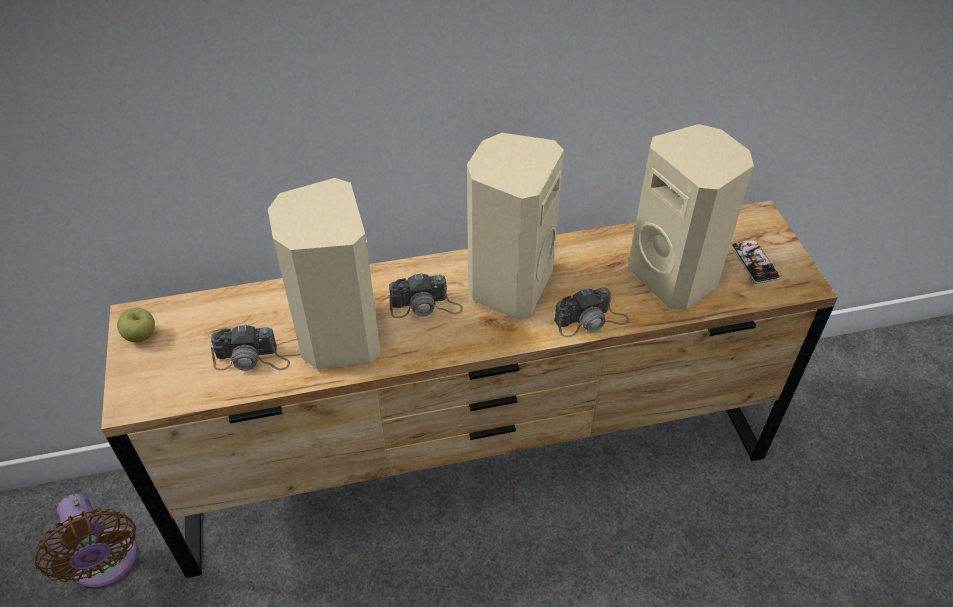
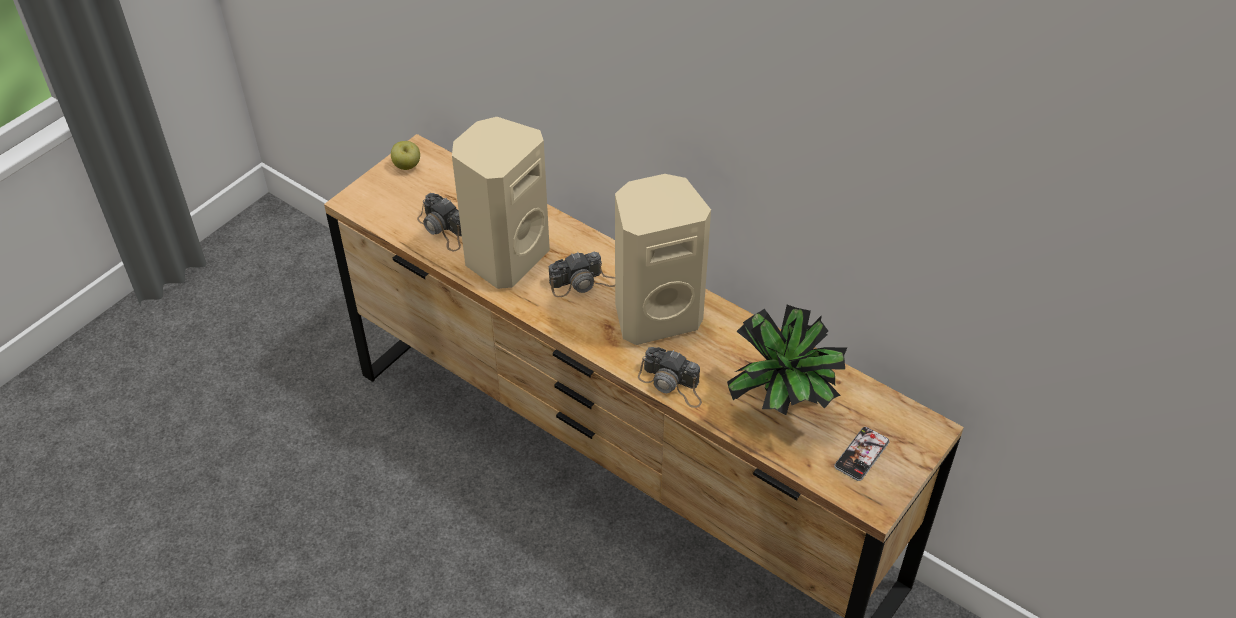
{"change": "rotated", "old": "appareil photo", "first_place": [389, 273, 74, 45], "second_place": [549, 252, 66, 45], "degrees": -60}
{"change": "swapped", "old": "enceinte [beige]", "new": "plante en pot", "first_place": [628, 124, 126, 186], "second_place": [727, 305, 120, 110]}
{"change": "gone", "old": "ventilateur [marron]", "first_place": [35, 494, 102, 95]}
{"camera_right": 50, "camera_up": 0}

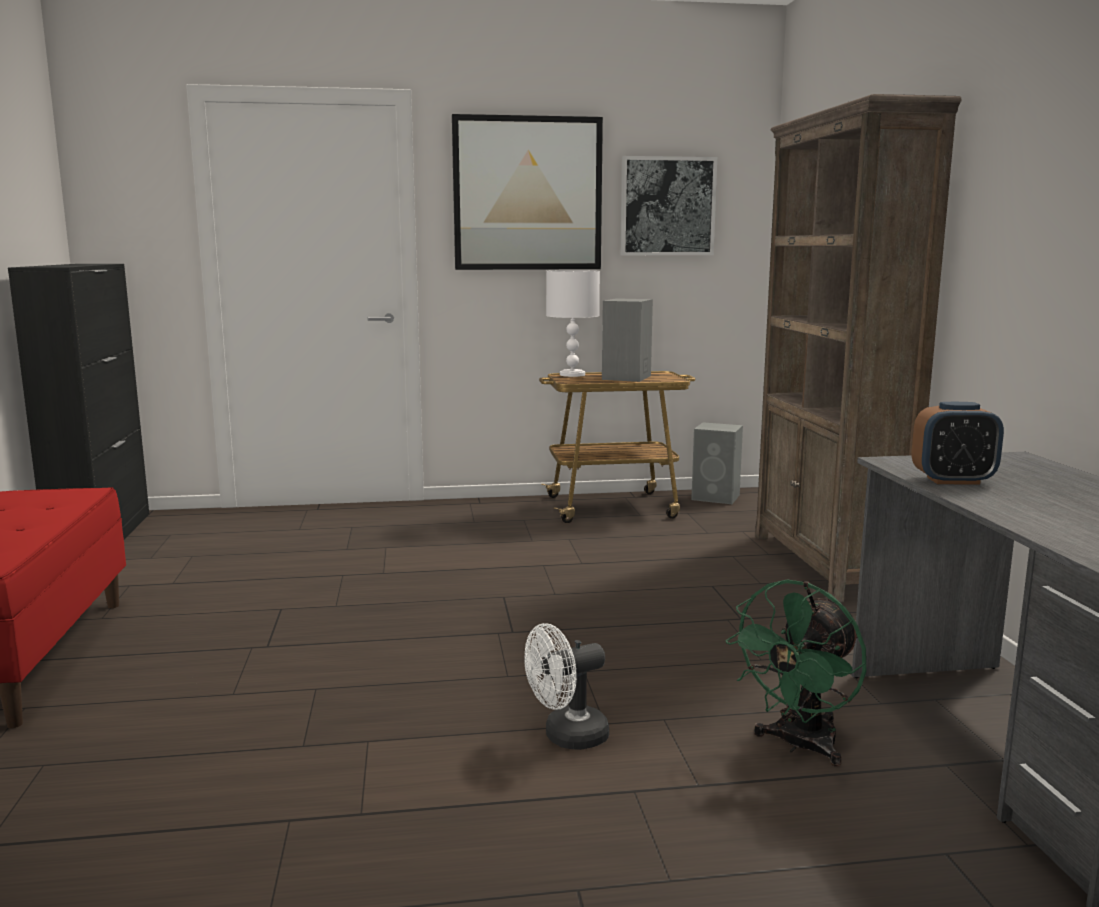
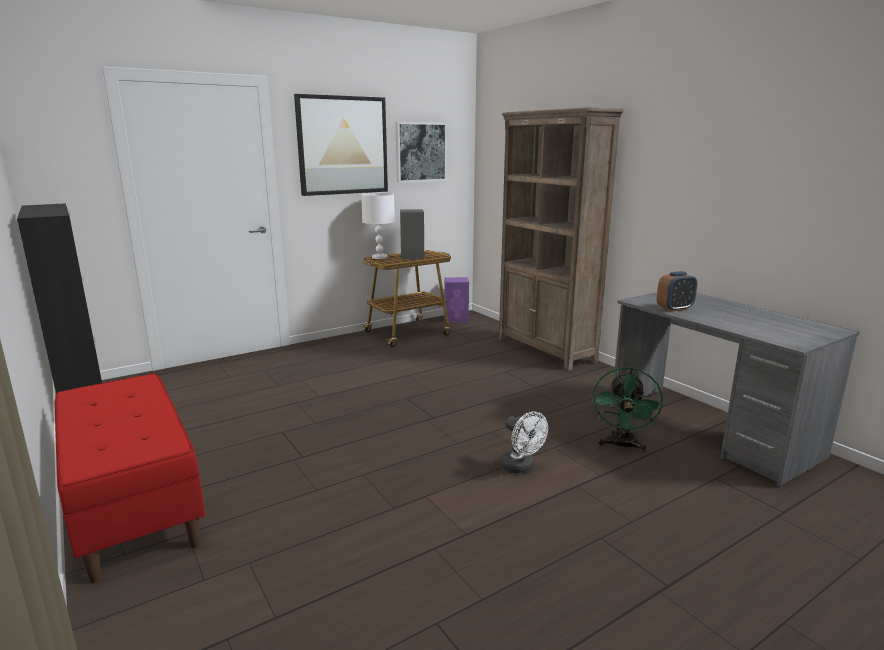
{"change": "repainted", "old": "enceinte [gris]", "new": "enceinte [violet]", "first_place": [691, 422, 52, 82], "second_place": [444, 277, 25, 46]}
{"change": "rotated", "old": "ventilateur [blanc]", "first_place": [524, 623, 85, 127], "second_place": [500, 411, 48, 63], "degrees": -75}
{"camera_right": -25, "camera_up": 5}

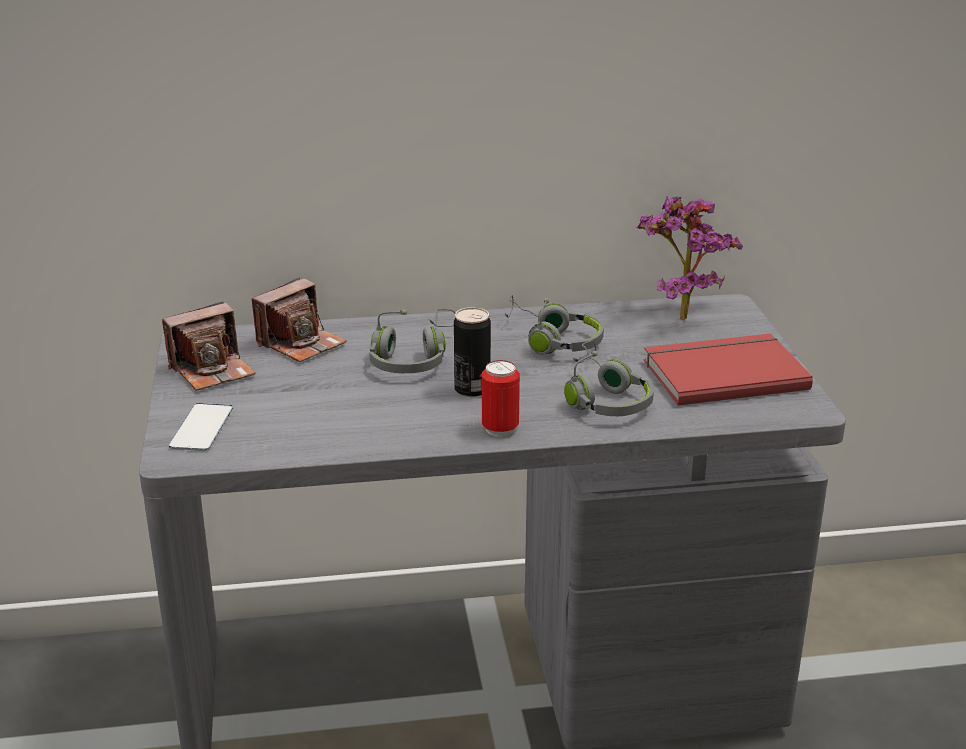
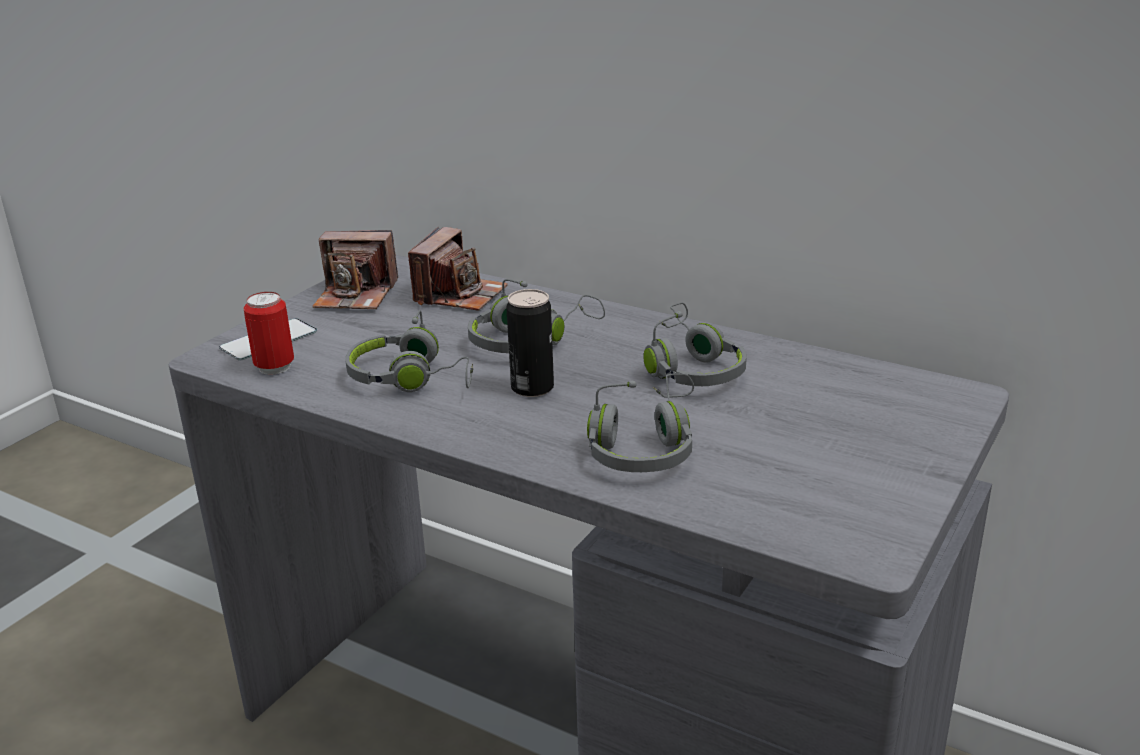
{"change": "shifted", "old": "boîte métallique", "first_place": [482, 360, 38, 77], "second_place": [244, 292, 50, 83]}
{"change": "new", "new": "casque audio [gris]", "second_place": [345, 310, 128, 82]}
{"change": "rotated", "old": "appareil photo", "first_place": [252, 277, 94, 85], "second_place": [408, 227, 100, 84], "degrees": -60}
{"change": "gone", "old": "plante en pot", "first_place": [636, 196, 107, 124]}
{"change": "gone", "old": "livre [rouge]", "first_place": [644, 334, 169, 72]}
{"camera_right": 40, "camera_up": 0}

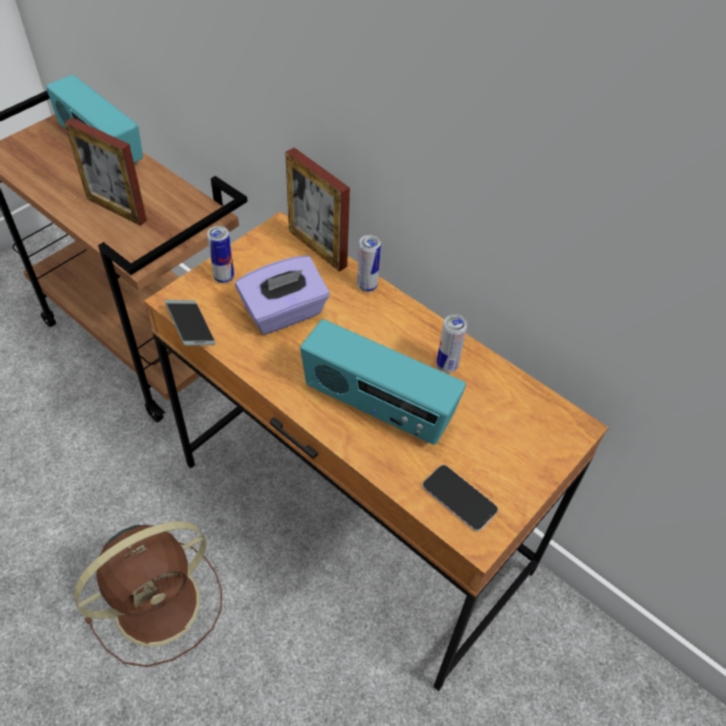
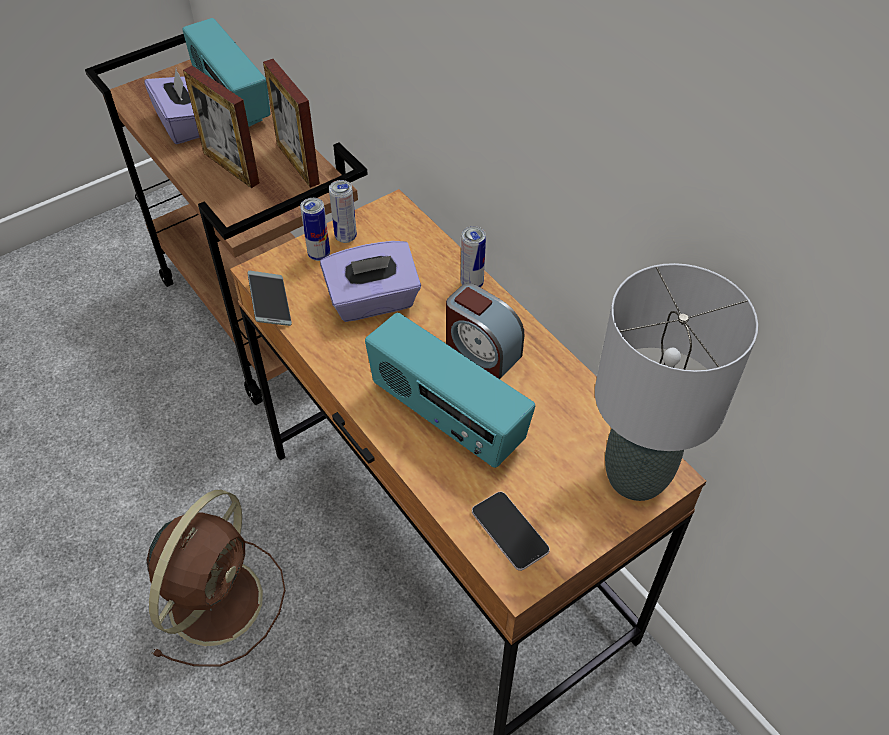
{"change": "new", "new": "boîte à mouchoirs [violet]", "second_place": [144, 69, 56, 75]}
{"change": "rotated", "old": "ventilateur [marron]", "first_place": [74, 521, 148, 146], "second_place": [146, 490, 139, 176], "degrees": -45}
{"change": "shifted", "old": "cadre photo", "first_place": [285, 148, 65, 124], "second_place": [263, 59, 57, 129]}
{"change": "shifted", "old": "boîte métallique", "first_place": [436, 314, 31, 59], "second_place": [329, 180, 28, 63]}
{"change": "new", "new": "réveil", "second_place": [446, 283, 78, 96]}
{"change": "new", "new": "lampe de table [gris]", "second_place": [595, 263, 163, 238]}
{"camera_right": 15, "camera_up": 0}

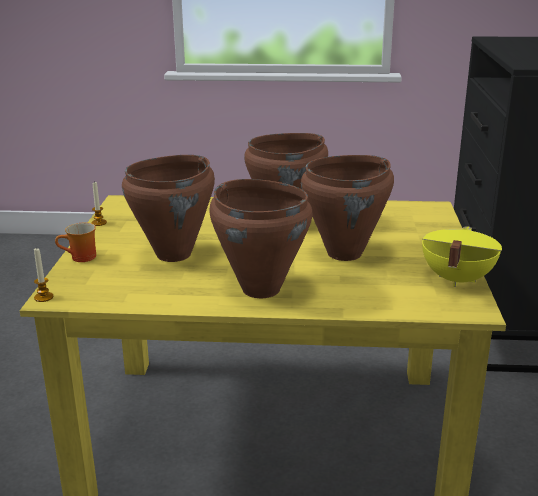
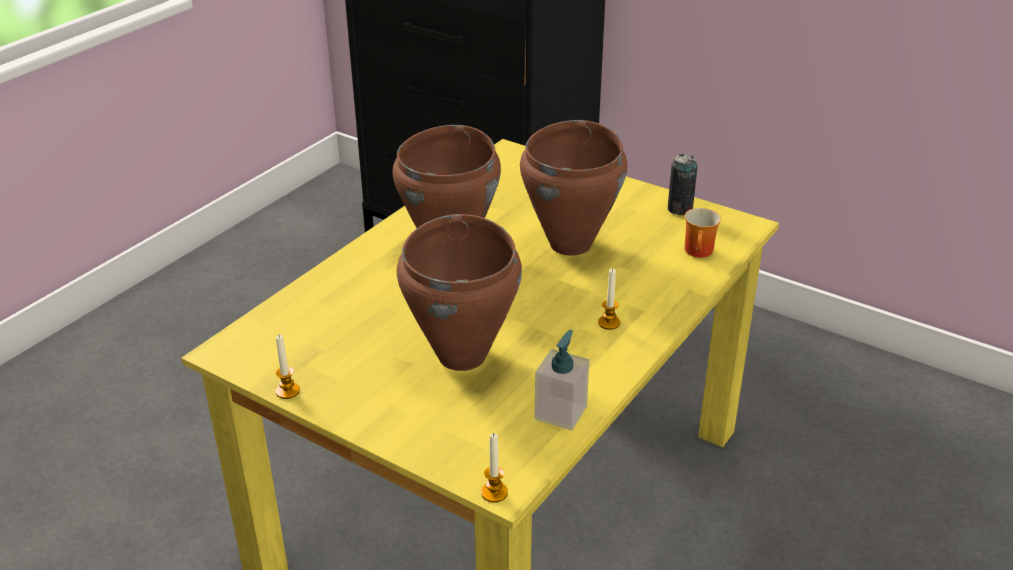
{"change": "new", "new": "distributeur de savon", "second_place": [535, 330, 54, 101]}
{"change": "swapped", "old": "marmite [marron]", "new": "bougie", "first_place": [209, 179, 104, 119], "second_place": [598, 268, 22, 62]}
{"change": "swapped", "old": "marmite [jaune]", "new": "boîte métallique", "first_place": [422, 226, 80, 61], "second_place": [668, 154, 30, 61]}
{"change": "shifted", "old": "mug", "first_place": [55, 223, 41, 39], "second_place": [684, 208, 37, 50]}
{"camera_right": -60, "camera_up": 10}

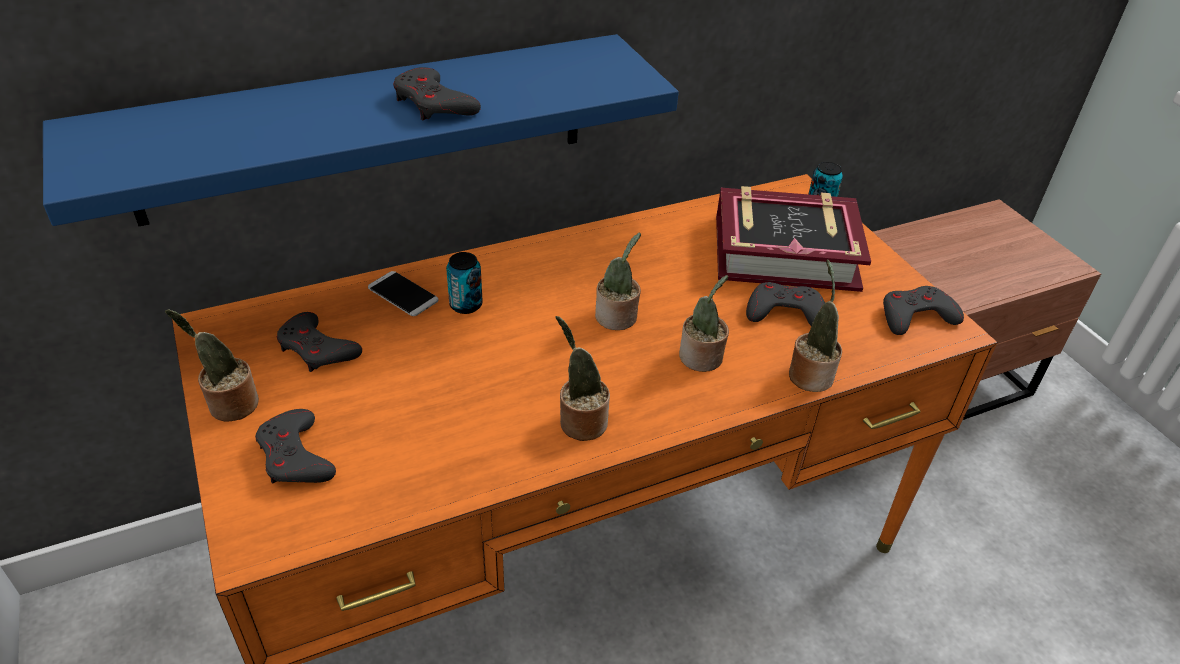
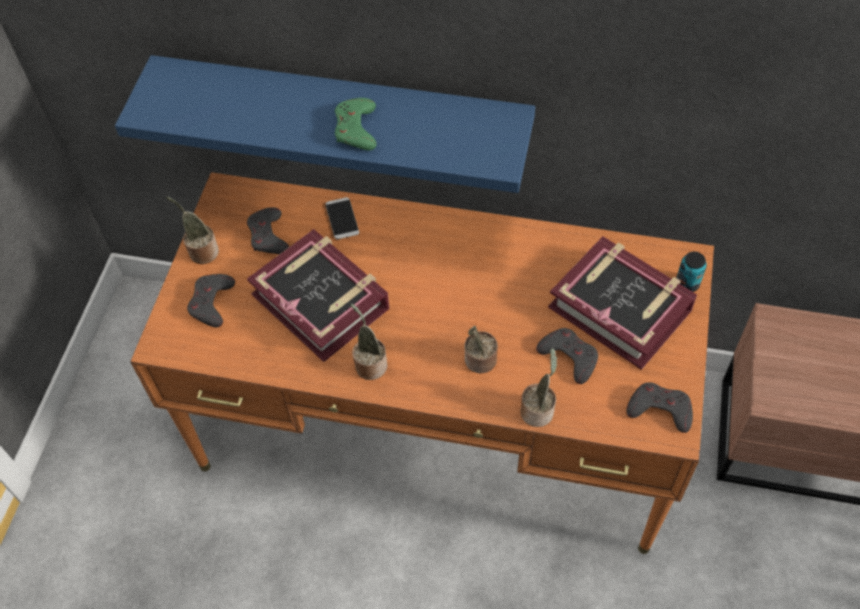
{"change": "new", "new": "livre", "second_place": [247, 229, 143, 133]}
{"change": "repainted", "old": "manette [gris]", "new": "manette [vert]", "first_place": [393, 67, 88, 53], "second_place": [335, 98, 42, 52]}
{"change": "gone", "old": "boîte métallique", "first_place": [446, 252, 37, 62]}
{"change": "gone", "old": "plante en pot", "first_place": [595, 232, 46, 98]}
{"camera_right": 40, "camera_up": 15}

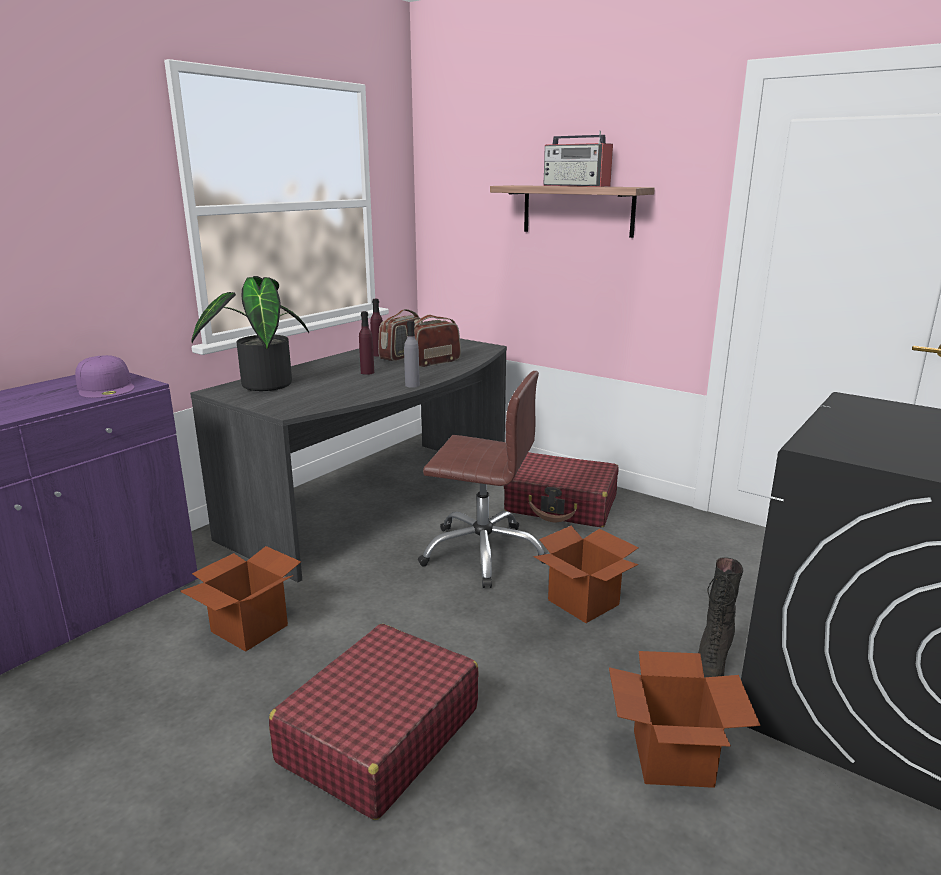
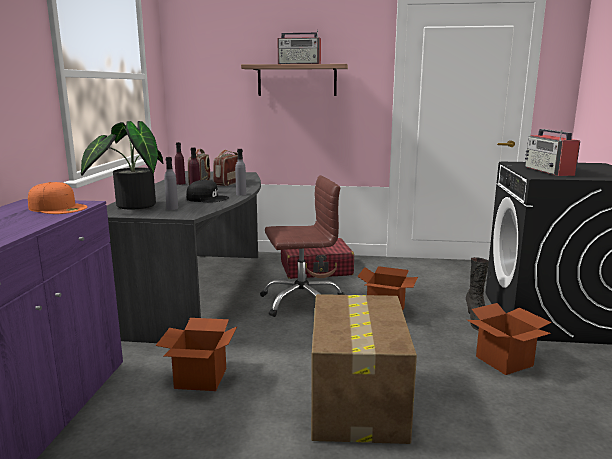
{"change": "repainted", "old": "casquette [violet]", "new": "casquette [orange]", "first_place": [75, 355, 60, 43], "second_place": [28, 182, 59, 32]}
{"change": "new", "new": "bouteille [gris]", "second_place": [164, 157, 14, 53]}
{"change": "new", "new": "casquette [noir]", "second_place": [187, 180, 42, 22]}
{"change": "swapped", "old": "valise [rouge]", "new": "carton", "first_place": [269, 624, 210, 196], "second_place": [311, 294, 106, 150]}
{"change": "new", "new": "radio", "second_place": [525, 129, 55, 47]}
{"camera_right": -30, "camera_up": -5}

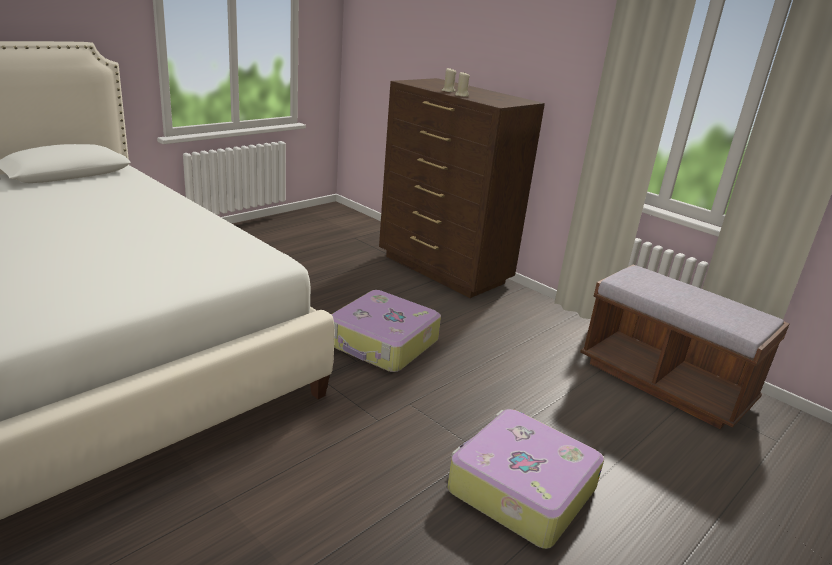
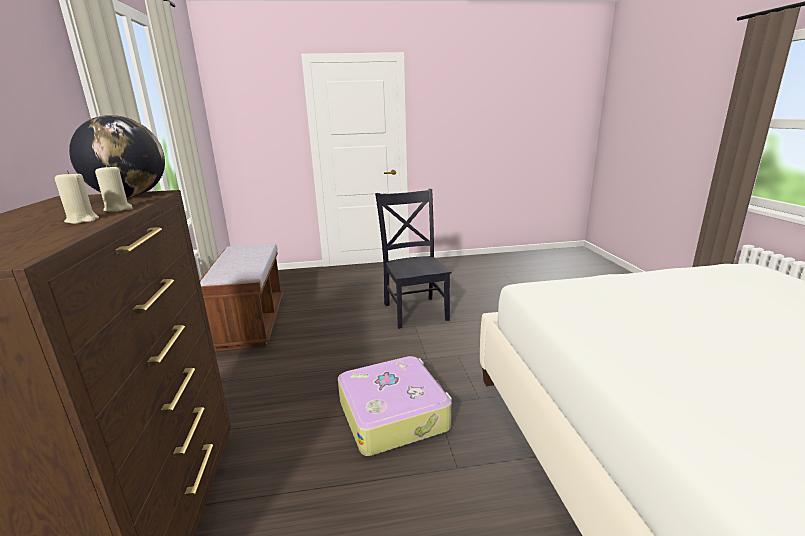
{"change": "new", "new": "globe", "second_place": [69, 115, 96, 82]}
{"change": "swapped", "old": "valise", "new": "chaise [noir]", "first_place": [447, 409, 157, 140], "second_place": [375, 189, 77, 140]}
{"camera_right": -140, "camera_up": -5}

